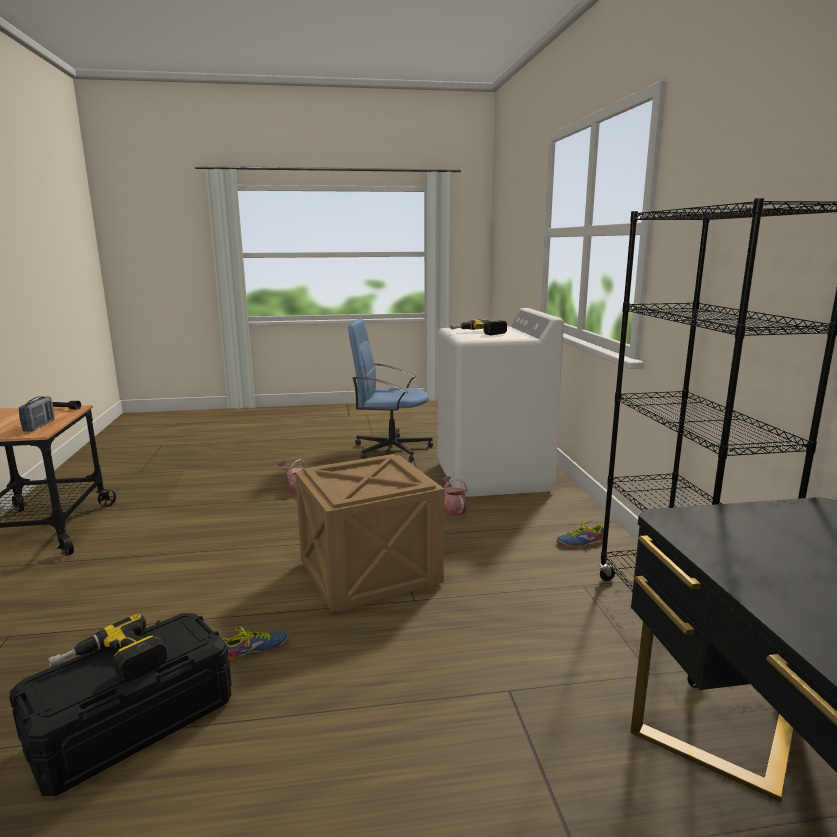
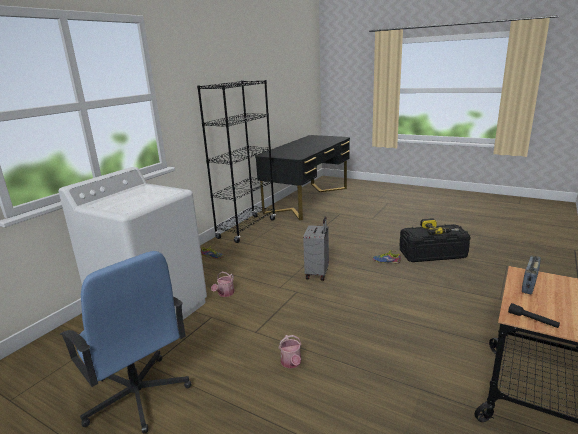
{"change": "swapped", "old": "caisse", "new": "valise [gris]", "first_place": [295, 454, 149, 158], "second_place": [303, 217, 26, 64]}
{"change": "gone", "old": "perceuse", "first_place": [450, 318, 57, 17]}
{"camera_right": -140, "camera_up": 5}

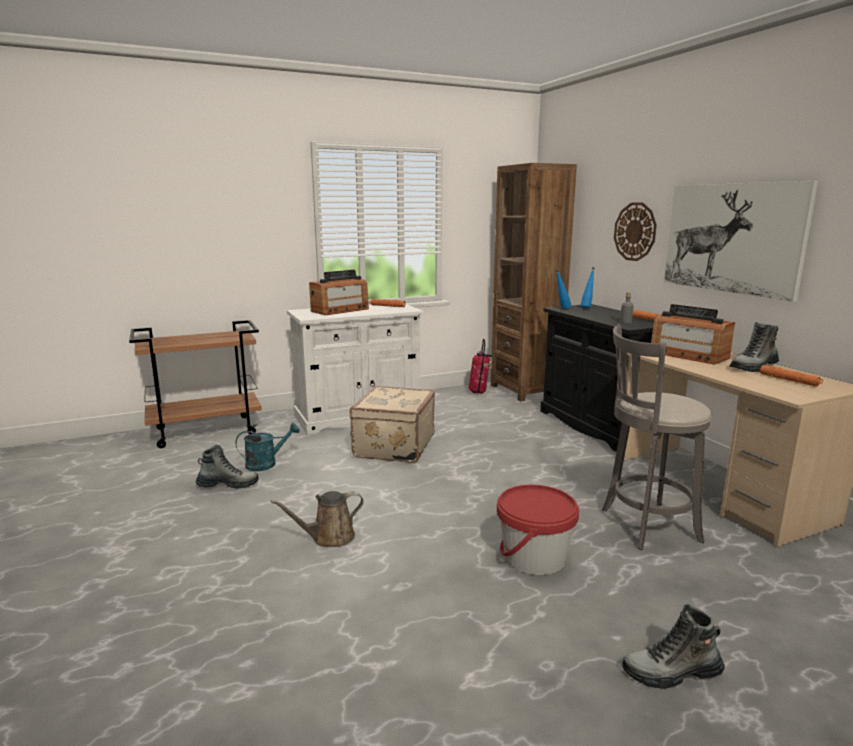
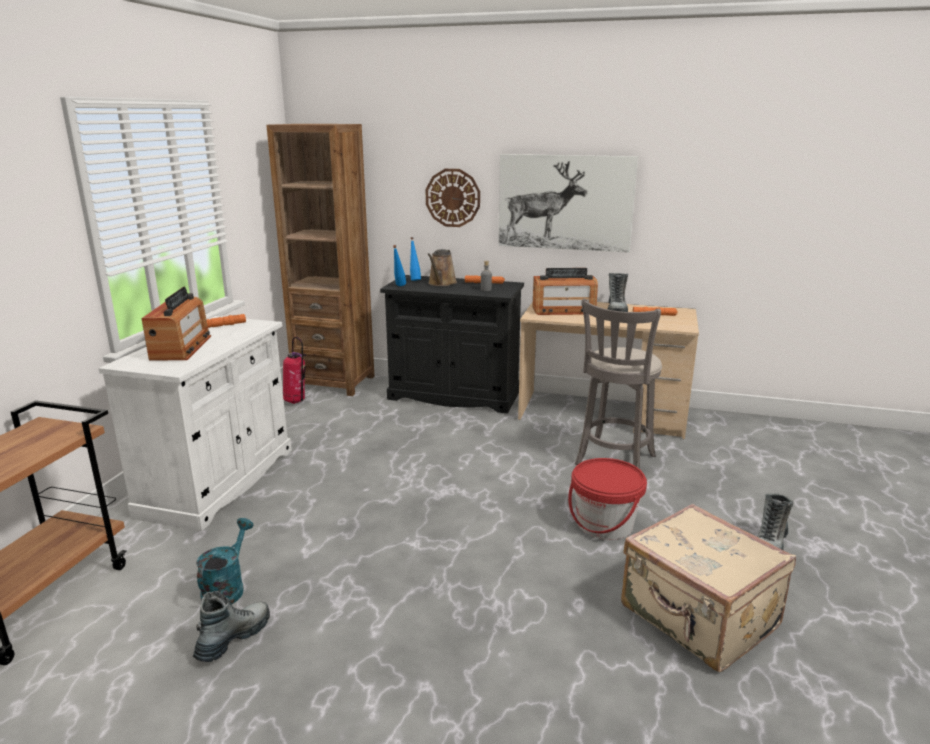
{"change": "shifted", "old": "arrosoir [marron]", "first_place": [270, 491, 94, 56], "second_place": [428, 249, 29, 37]}
{"change": "shifted", "old": "valise [beige]", "first_place": [350, 386, 85, 77], "second_place": [621, 504, 175, 168]}
{"camera_right": -50, "camera_up": 5}

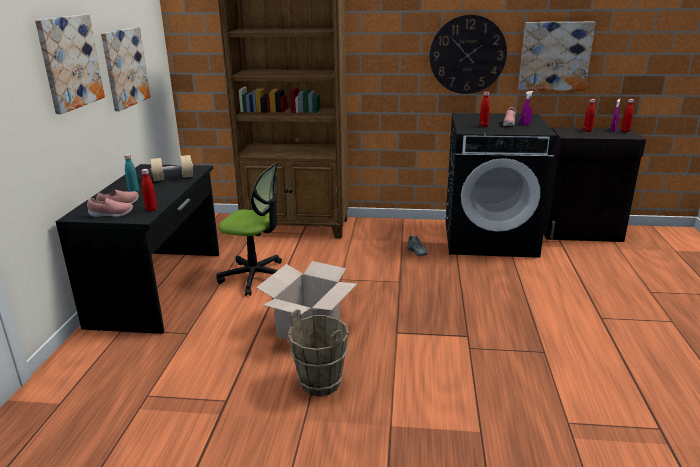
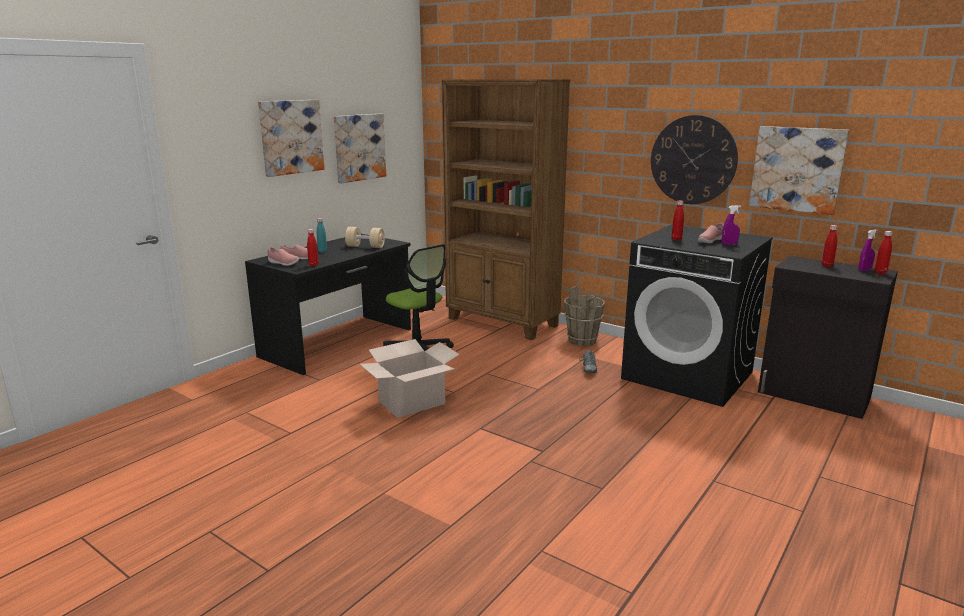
{"change": "shifted", "old": "seau [marron]", "first_place": [288, 310, 61, 86], "second_place": [564, 287, 41, 59]}
{"camera_right": 30, "camera_up": -5}

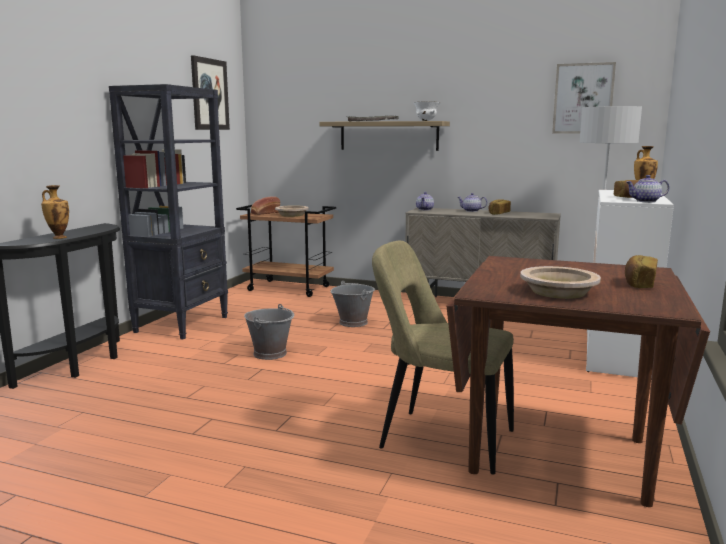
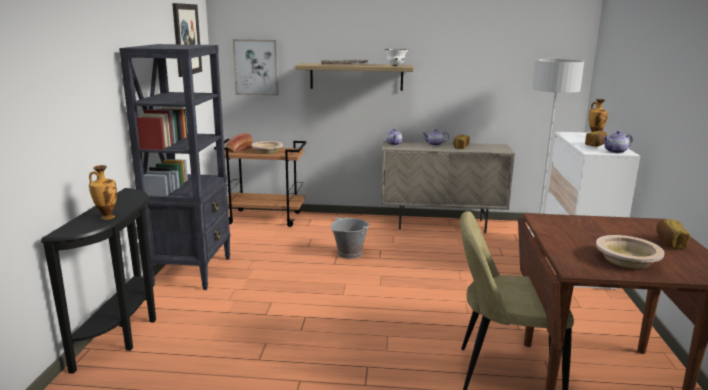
{"change": "shifted", "old": "tableau", "first_place": [552, 62, 64, 72], "second_place": [233, 39, 46, 57]}
{"change": "gone", "old": "seau [gris]", "first_place": [244, 304, 50, 56]}
{"camera_right": -15, "camera_up": 5}

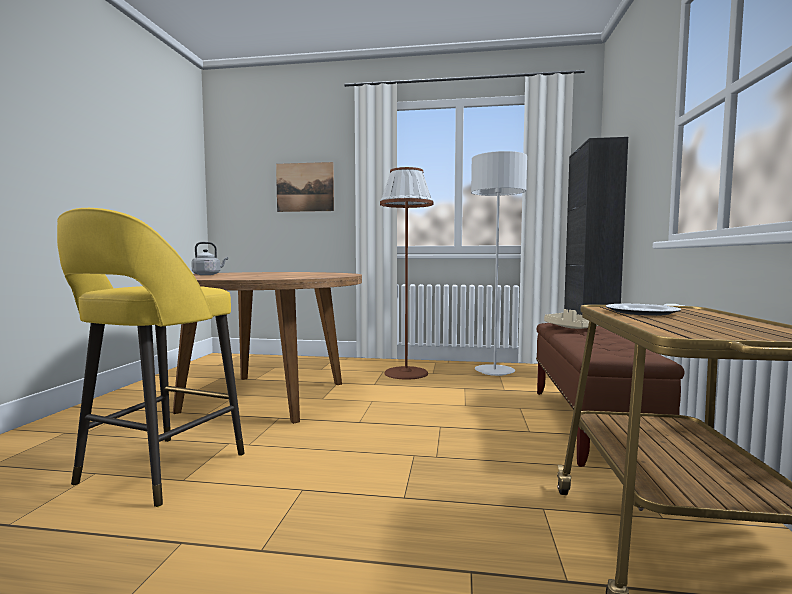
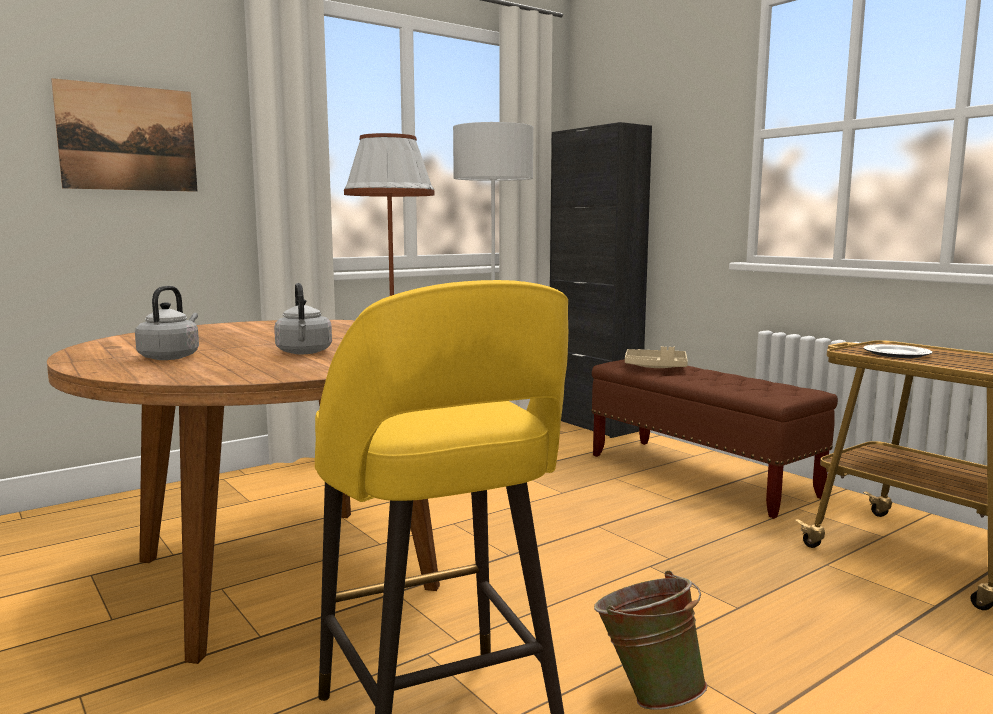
{"change": "new", "new": "bouilloire [gris]", "second_place": [274, 283, 58, 71]}
{"change": "new", "new": "seau [vert]", "second_place": [594, 571, 113, 139]}
{"camera_right": -45, "camera_up": 5}

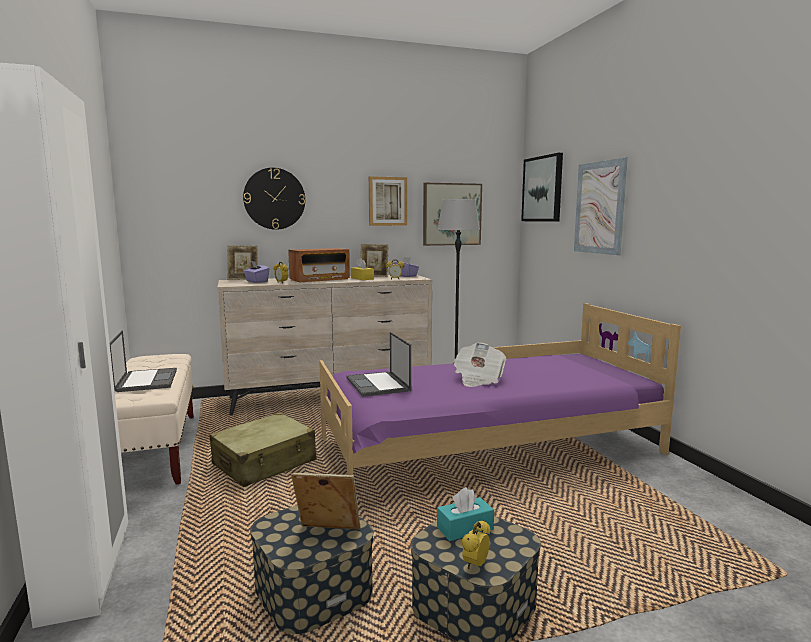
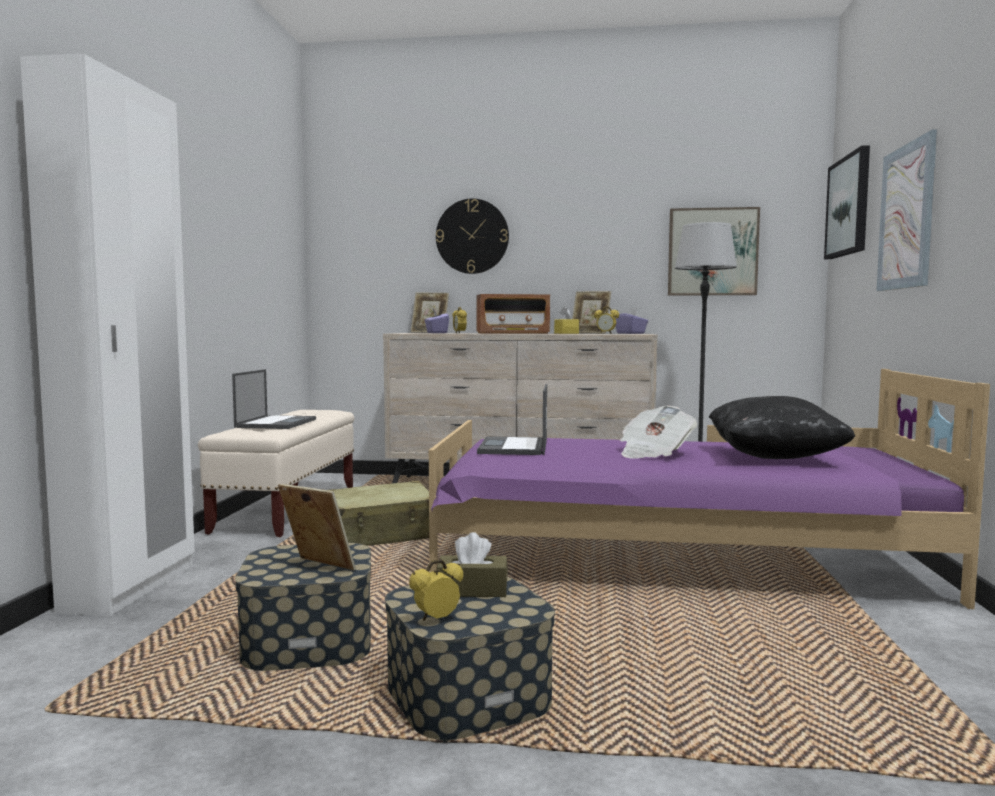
{"change": "repainted", "old": "boîte à mouchoirs [turquoise]", "new": "boîte à mouchoirs [marron]", "first_place": [437, 487, 57, 54], "second_place": [437, 532, 71, 65]}
{"change": "new", "new": "coussin [noir]", "second_place": [709, 396, 146, 63]}
{"change": "gone", "old": "tableau", "first_place": [369, 176, 38, 50]}
{"camera_right": 25, "camera_up": -5}

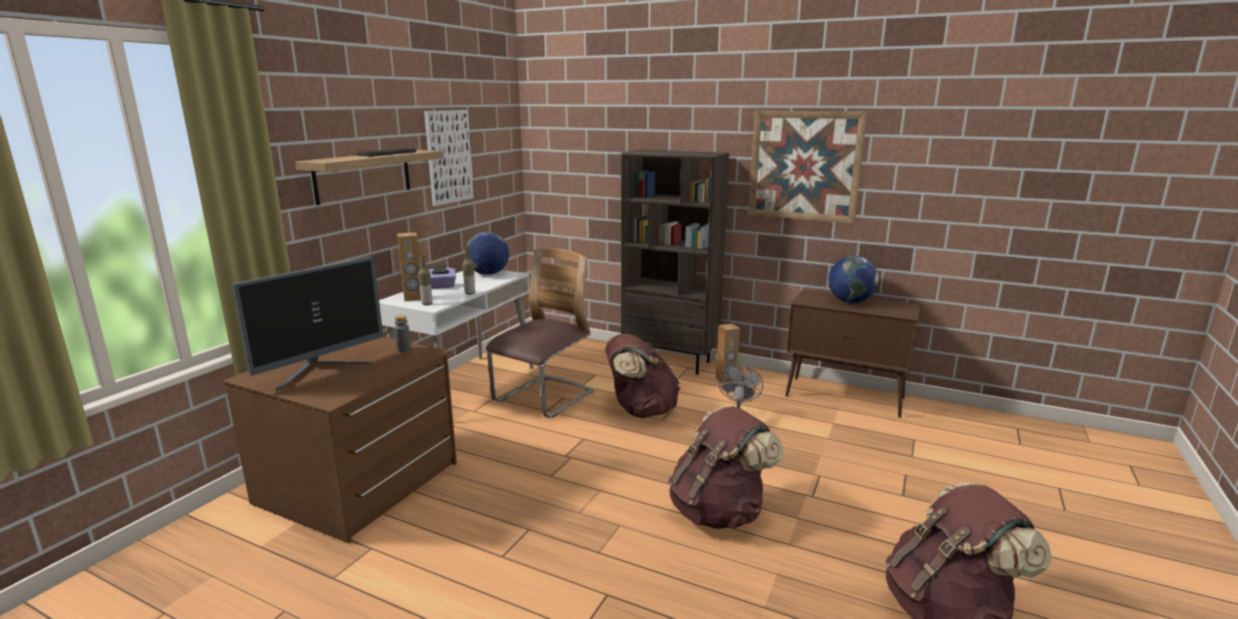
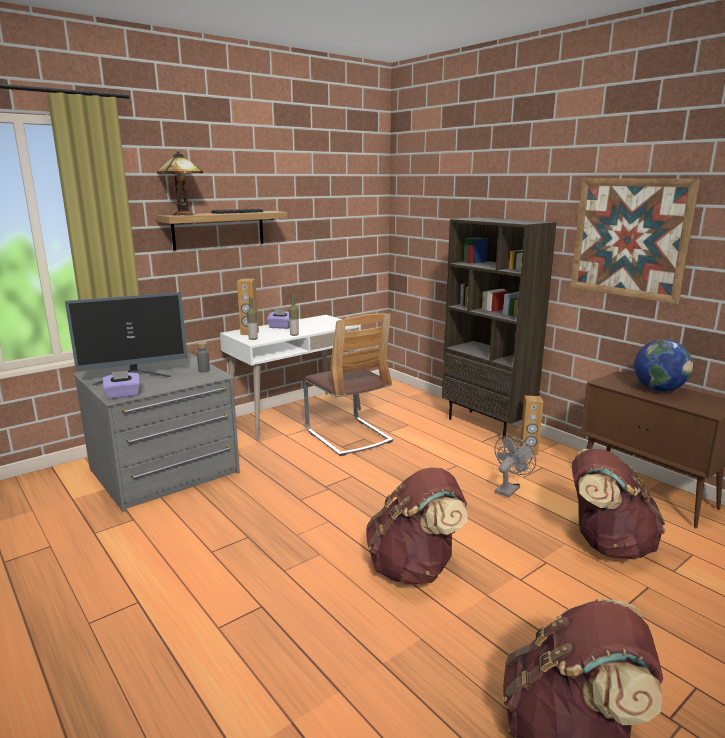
{"change": "repainted", "old": "commode [marron]", "new": "commode [gris]", "first_place": [223, 337, 234, 206], "second_place": [73, 352, 167, 160]}
{"change": "new", "new": "boîte à mouchoirs [violet]", "second_place": [103, 371, 37, 28]}
{"change": "new", "new": "lampe de table", "second_place": [157, 151, 46, 65]}
{"change": "rotated", "old": "chaise", "first_place": [486, 248, 108, 170], "second_place": [303, 313, 90, 143], "degrees": 90}
{"change": "shifted", "old": "sac à dos [marron]", "first_place": [605, 334, 75, 84], "second_place": [572, 449, 93, 110]}
{"change": "gone", "old": "tableau", "first_place": [424, 110, 50, 96]}
{"change": "gone", "old": "globe", "first_place": [466, 232, 43, 43]}
{"camera_right": 25, "camera_up": 0}

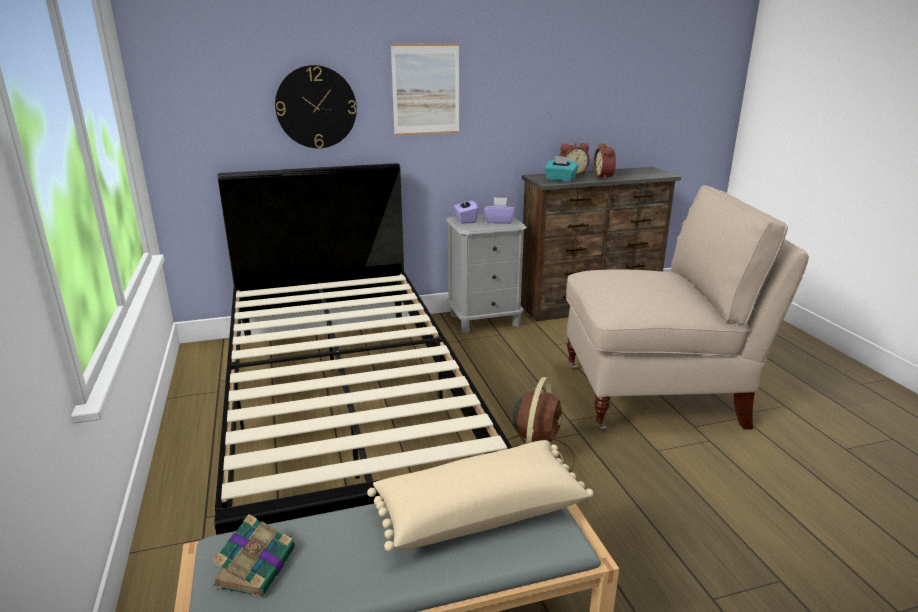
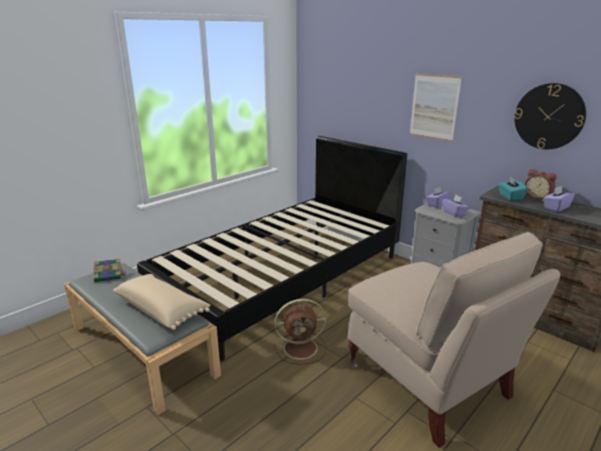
{"change": "shifted", "old": "horloge murale", "first_place": [275, 65, 82, 83], "second_place": [514, 83, 72, 66]}
{"change": "swapped", "old": "réveil", "new": "boîte à mouchoirs [violet]", "first_place": [594, 143, 22, 36], "second_place": [544, 186, 31, 26]}
{"camera_right": 60, "camera_up": 0}

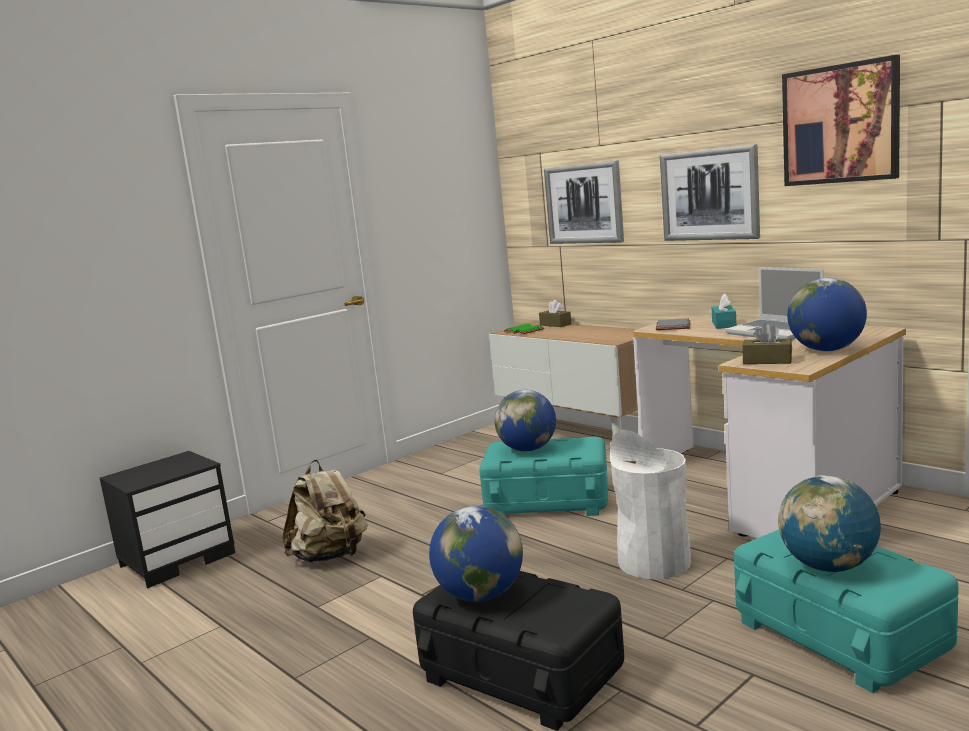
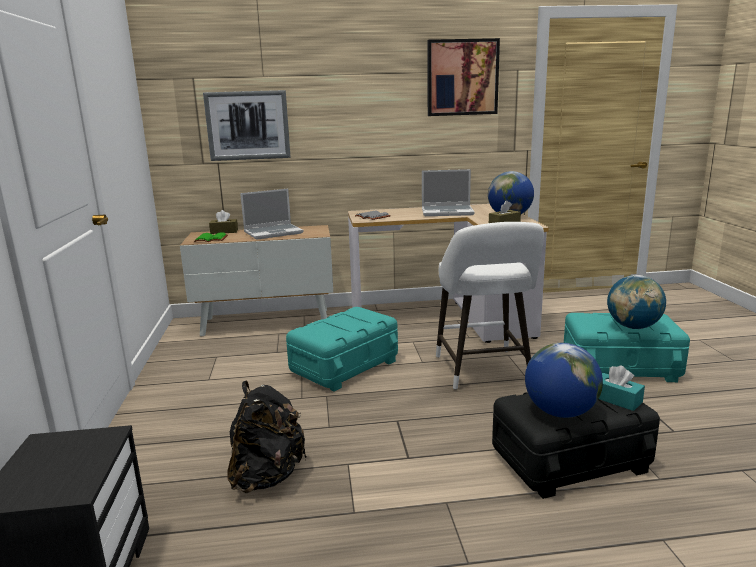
{"change": "repainted", "old": "sac à dos [beige]", "new": "sac à dos [noir]", "first_place": [282, 460, 86, 103], "second_place": [227, 381, 80, 112]}
{"change": "new", "new": "ordinateur portable", "second_place": [240, 189, 64, 51]}
{"change": "swapped", "old": "poubelle [blanc]", "new": "tabouret [blanc]", "first_place": [610, 430, 81, 149], "second_place": [436, 222, 108, 168]}
{"change": "shifted", "old": "boîte à mouchoirs [turquoise]", "first_place": [711, 293, 26, 36], "second_place": [599, 366, 46, 45]}
{"change": "gone", "old": "globe", "first_place": [494, 390, 62, 62]}
{"change": "gone", "old": "tableau", "first_place": [660, 144, 100, 97]}
{"camera_right": -55, "camera_up": 5}

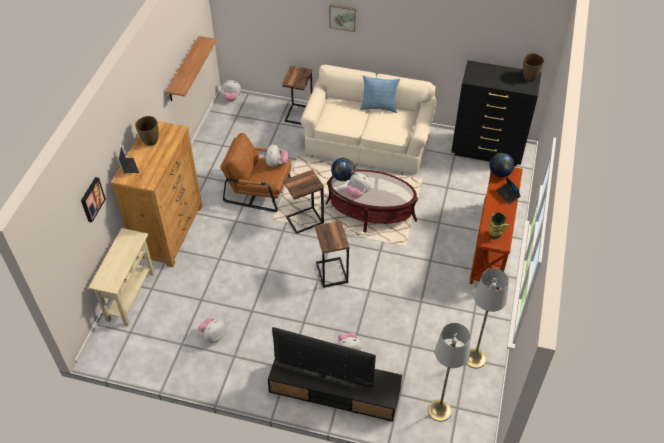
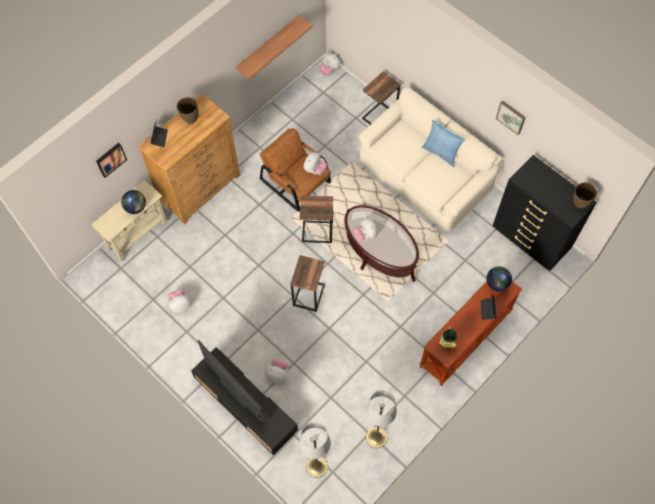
{"change": "shifted", "old": "globe", "first_place": [331, 158, 24, 23], "second_place": [121, 190, 25, 24]}
{"change": "shifted", "old": "tableau", "first_place": [329, 4, 27, 28], "second_place": [496, 101, 30, 34]}
{"camera_right": 30, "camera_up": 15}

